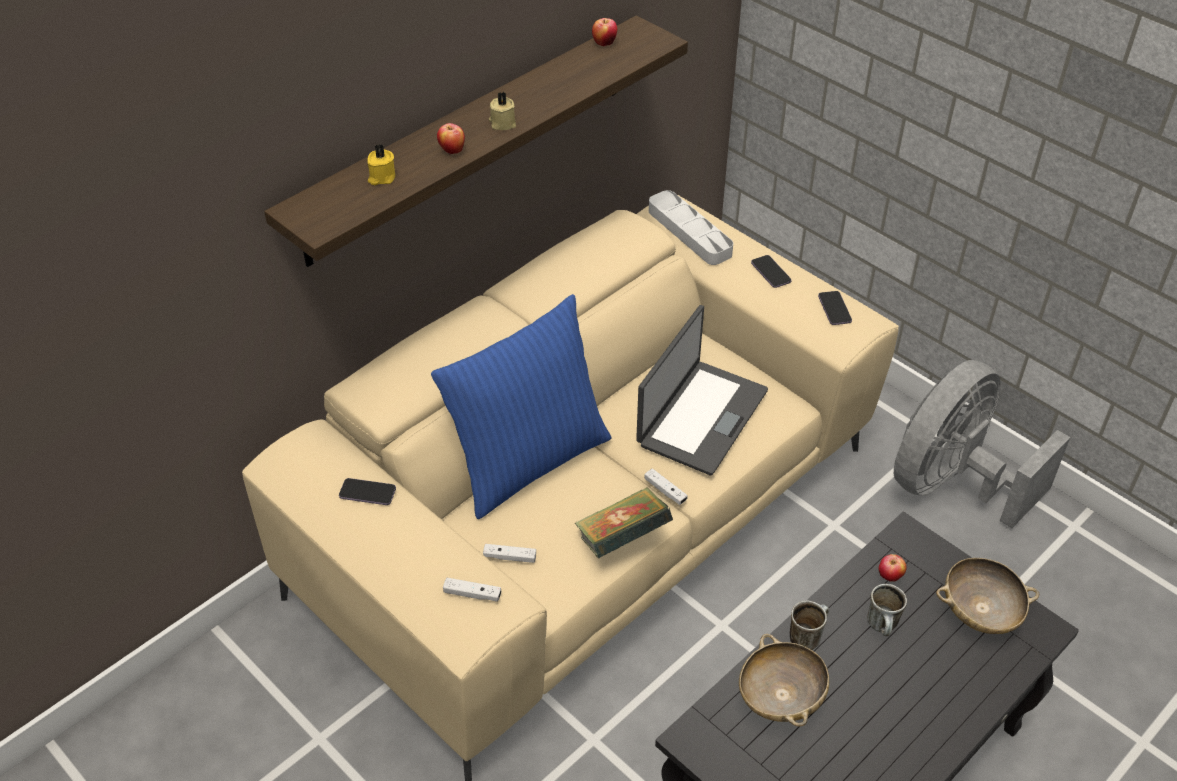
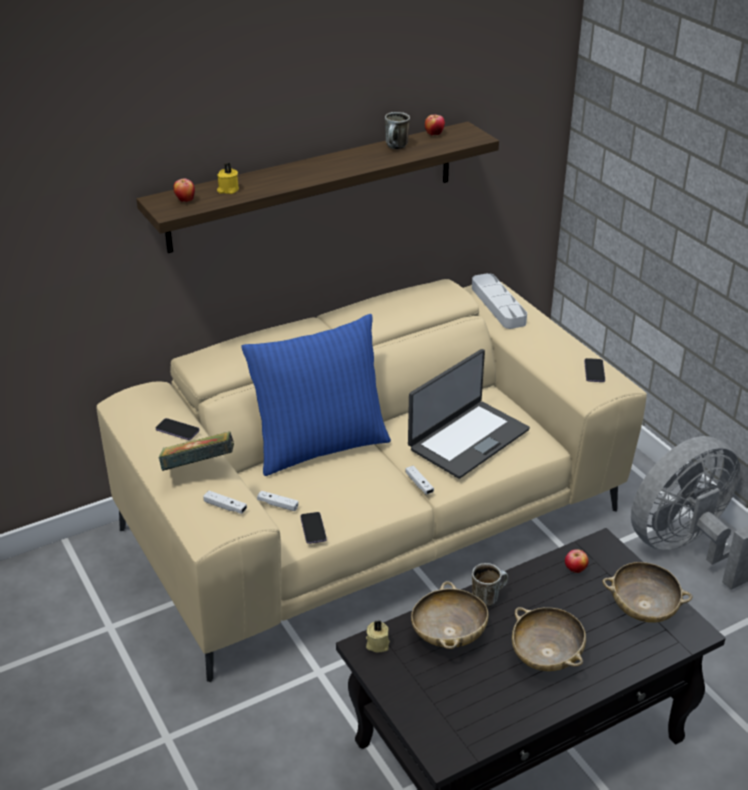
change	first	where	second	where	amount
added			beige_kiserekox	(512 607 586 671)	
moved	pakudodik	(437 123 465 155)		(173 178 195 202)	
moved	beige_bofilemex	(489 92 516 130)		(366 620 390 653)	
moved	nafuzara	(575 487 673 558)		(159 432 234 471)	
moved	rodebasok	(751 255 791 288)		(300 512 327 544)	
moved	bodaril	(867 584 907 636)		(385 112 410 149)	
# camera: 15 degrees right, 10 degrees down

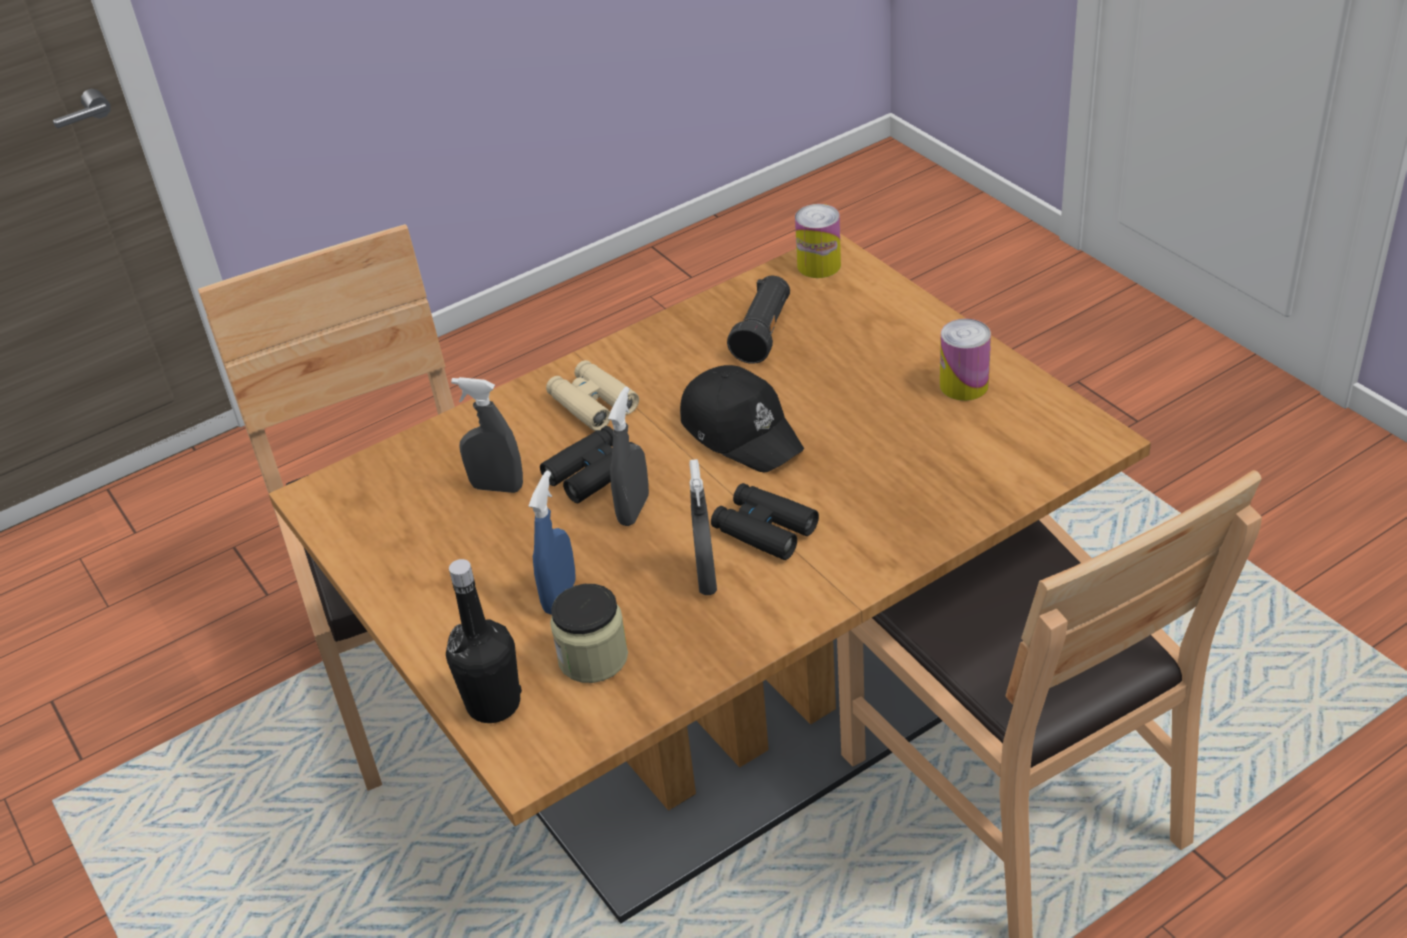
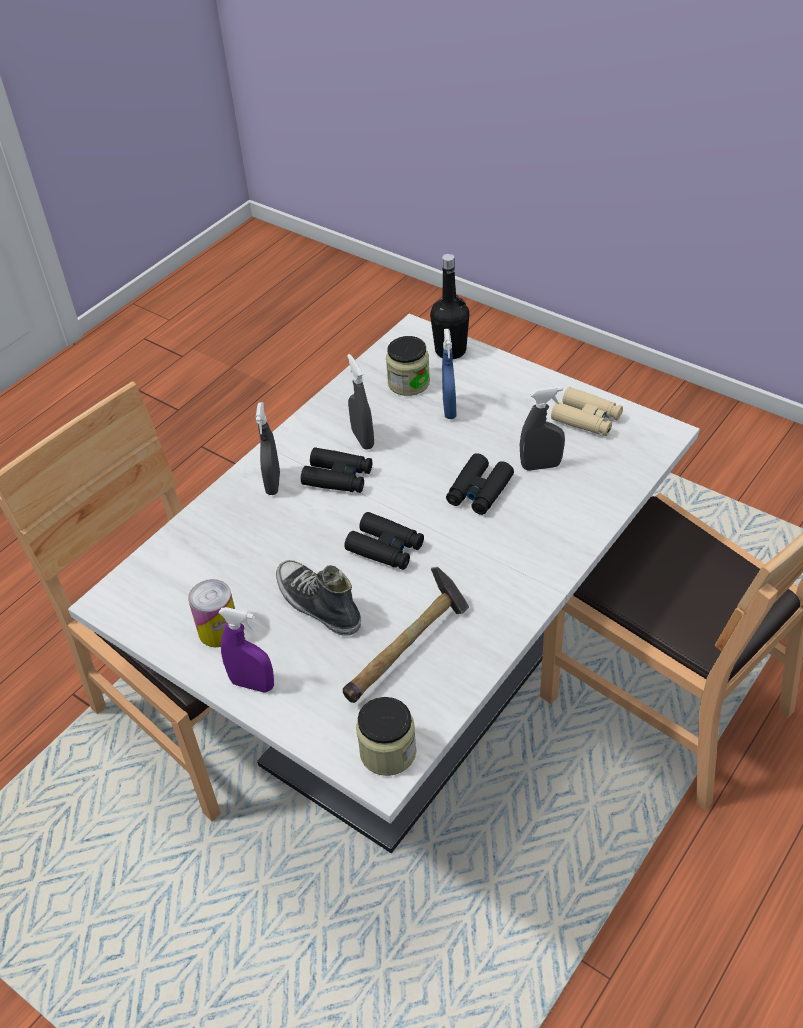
change	first	where	second	where	amount
added			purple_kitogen	(219 607 274 693)	
added			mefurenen	(276 560 361 636)	
moved	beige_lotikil	(546 360 639 431)		(551 387 623 436)	
moved	grey_kitogen	(608 387 649 526)		(256 402 280 495)	
replaced	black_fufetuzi	(680 365 804 472)	black_lotikil	(345 512 424 570)	
replaced	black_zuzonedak	(727 276 790 364)	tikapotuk	(343 567 469 703)	
replaced	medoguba	(795 204 841 278)	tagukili	(356 697 417 776)	
recoloured	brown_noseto	(269 233 1151 923)	white_noseto	(68 314 700 853)	
# camera: 160 degrees right, 5 degrees up

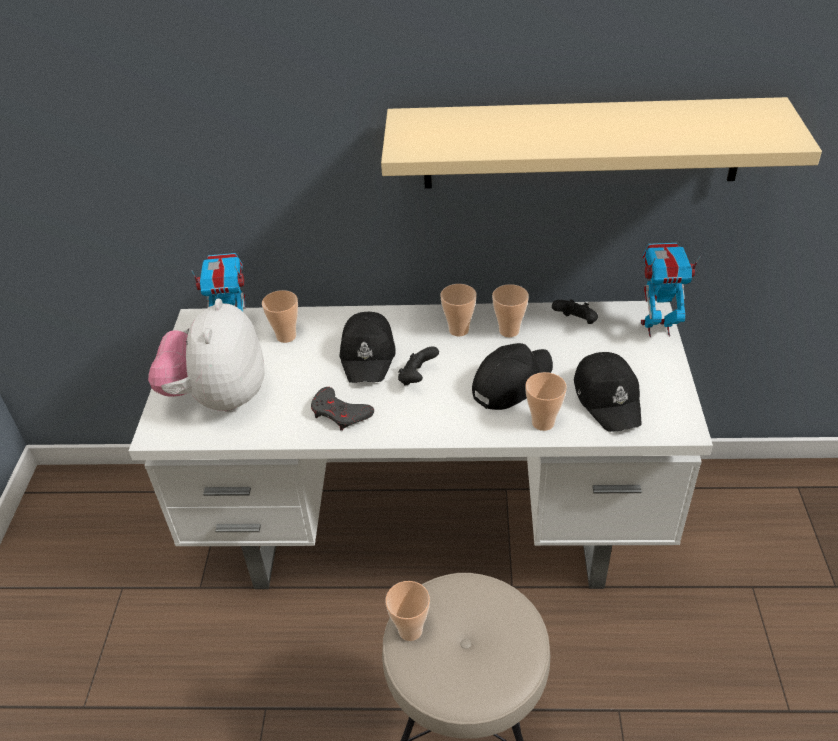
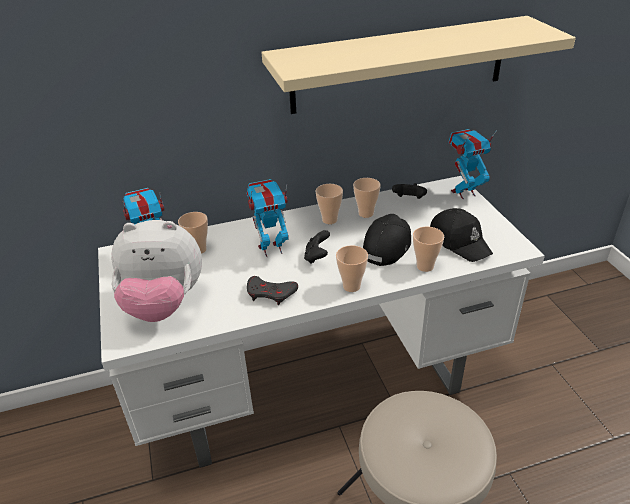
change	first	where	second	where	amount
moved	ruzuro	(386 581 430 641)		(336 245 368 292)	
replaced	black_fufetuzi	(340 312 396 383)	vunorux	(246 179 289 257)	
turned	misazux	(148 298 265 412)		(111 220 202 322)	75 degrees counterclockwise
# camera: 20 degrees left, 5 degrees down

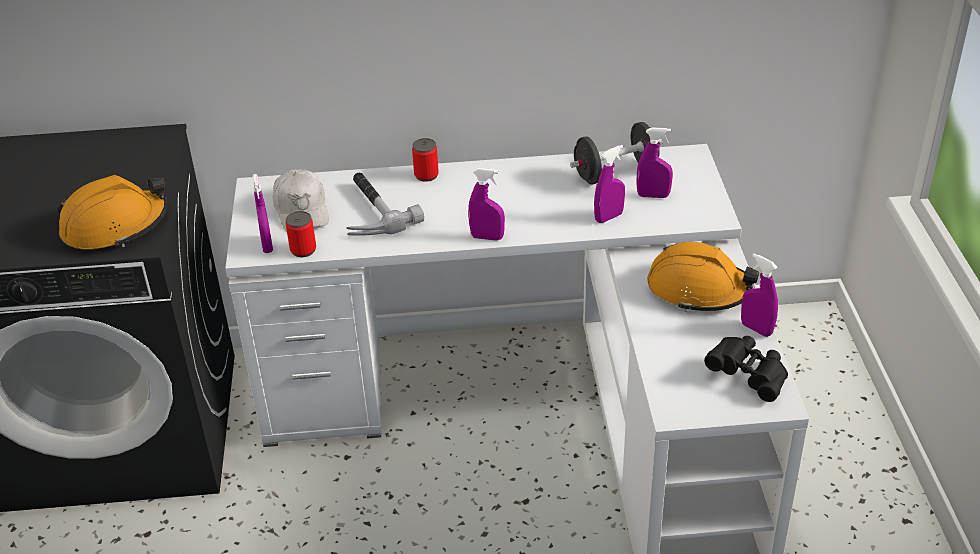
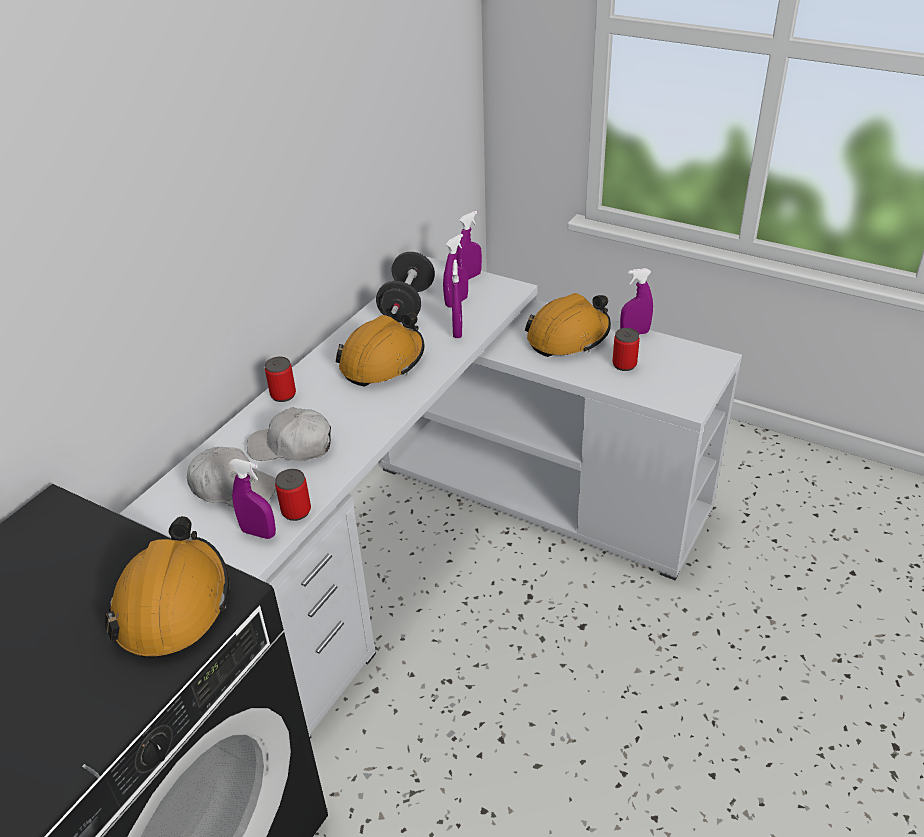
change	first	where	second	where	amount
removed	black_lotikil	(704 336 788 402)			
added			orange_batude	(336 313 425 386)	
added			medoguba	(612 328 640 371)	
moved	purple_kitogen	(468 168 505 241)		(457 211 482 280)	
replaced	tikapotuk	(347 173 424 236)	white_fufetuzi	(247 407 331 461)	
# camera: 55 degrees left, 0 degrees up

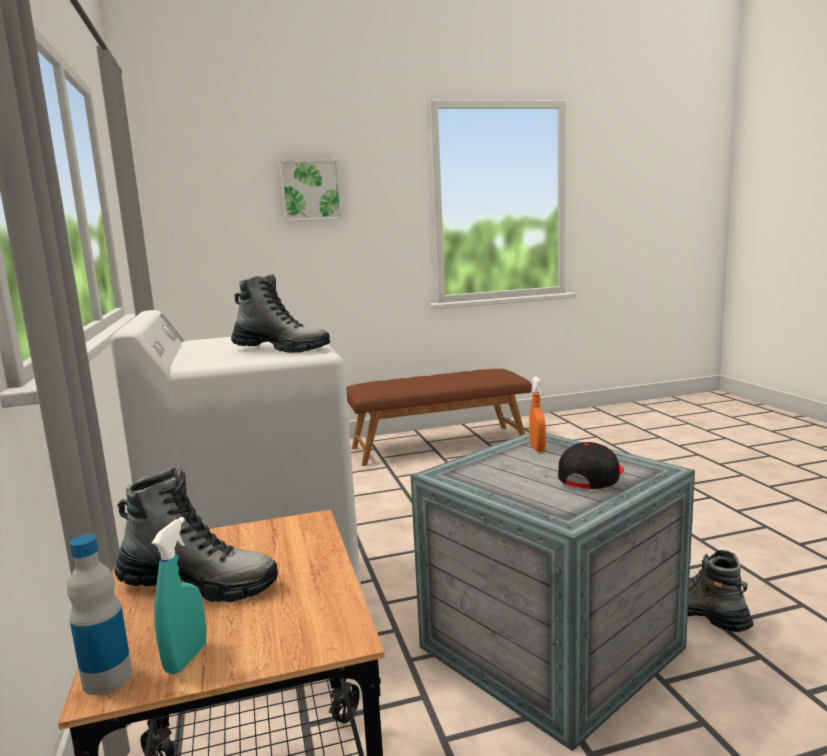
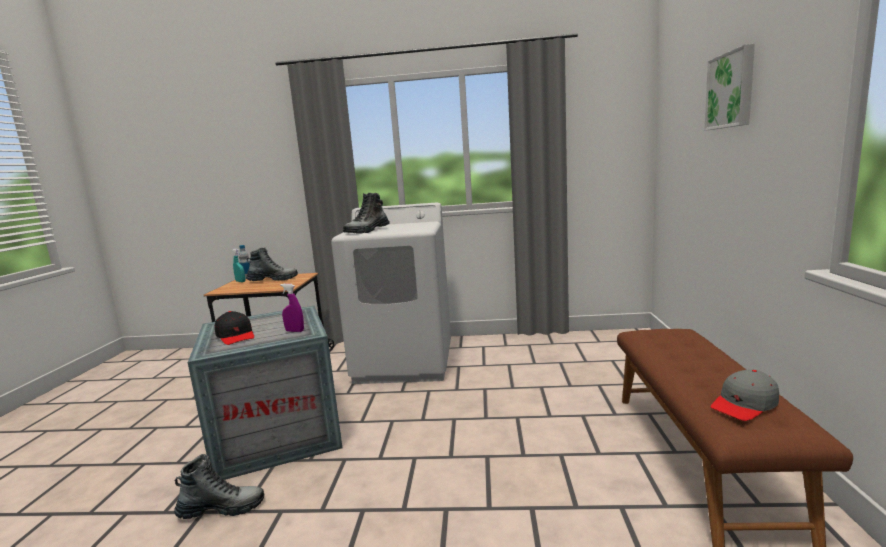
change	first	where	second	where	amount
added			grey_fufetuzi	(711 370 779 421)	
recoloured	orange_kitogen	(529 377 546 452)	purple_kitogen	(280 284 304 332)	
turned	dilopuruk	(115 466 278 602)		(246 247 298 281)	135 degrees counterclockwise
# camera: 110 degrees right, 0 degrees up

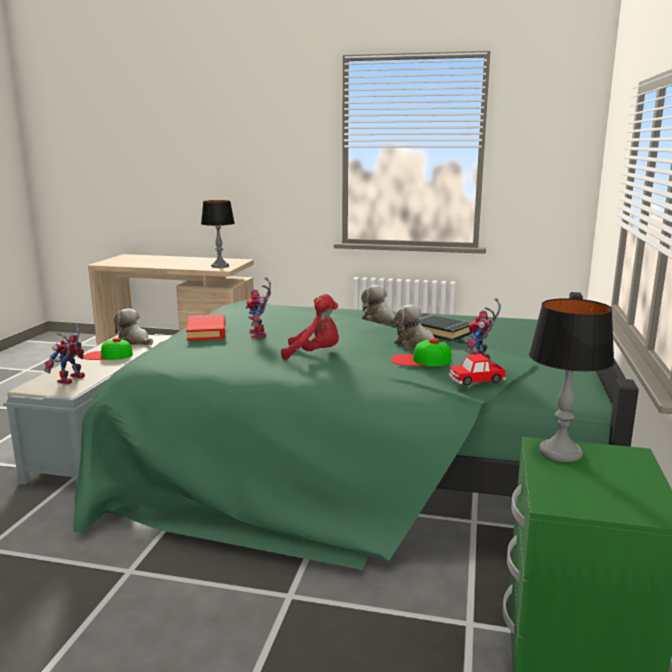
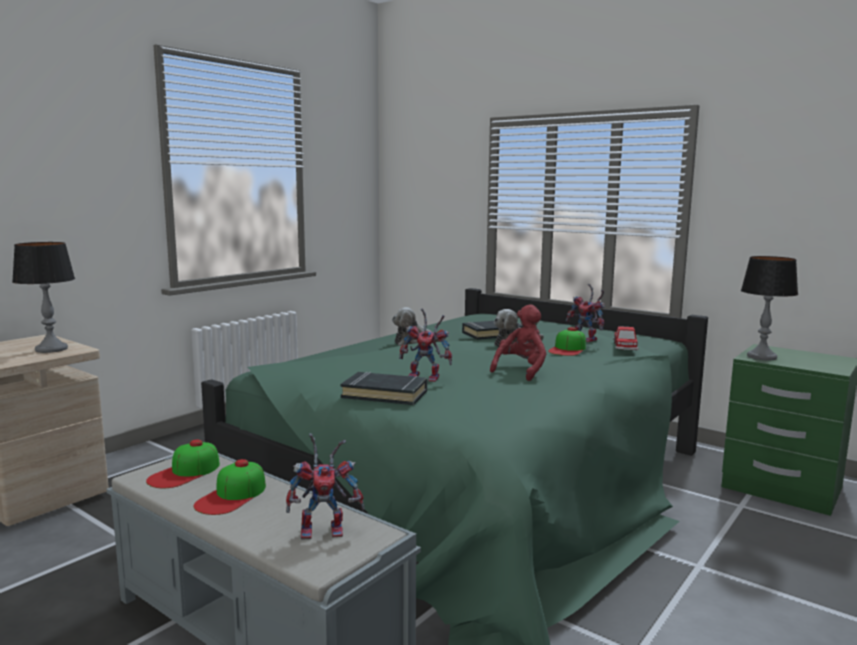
change	first	where	second	where	amount
replaced	misazux	(114 308 153 345)	fufetuzi	(146 440 220 488)	
recoloured	red_nafuzara	(186 314 226 341)	black_nafuzara	(341 372 427 405)	
turned	vunorux	(44 324 85 384)		(286 433 365 540)	60 degrees counterclockwise
# camera: 65 degrees left, 5 degrees down

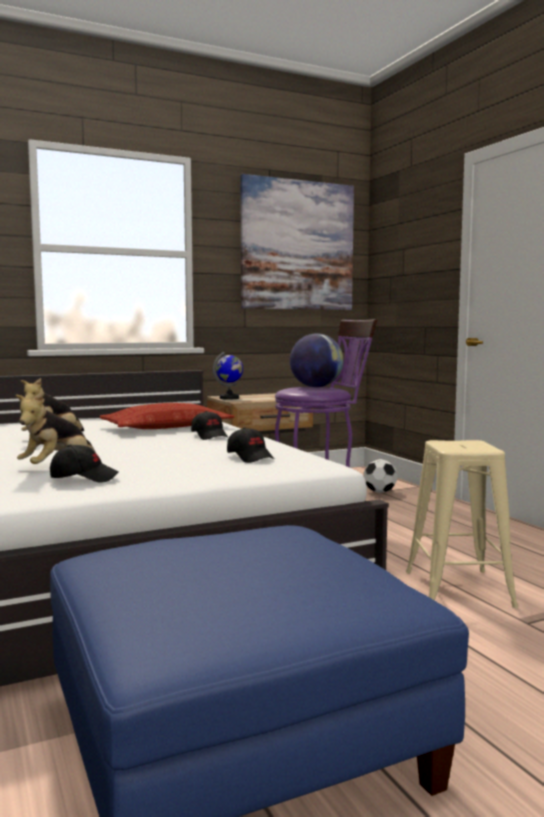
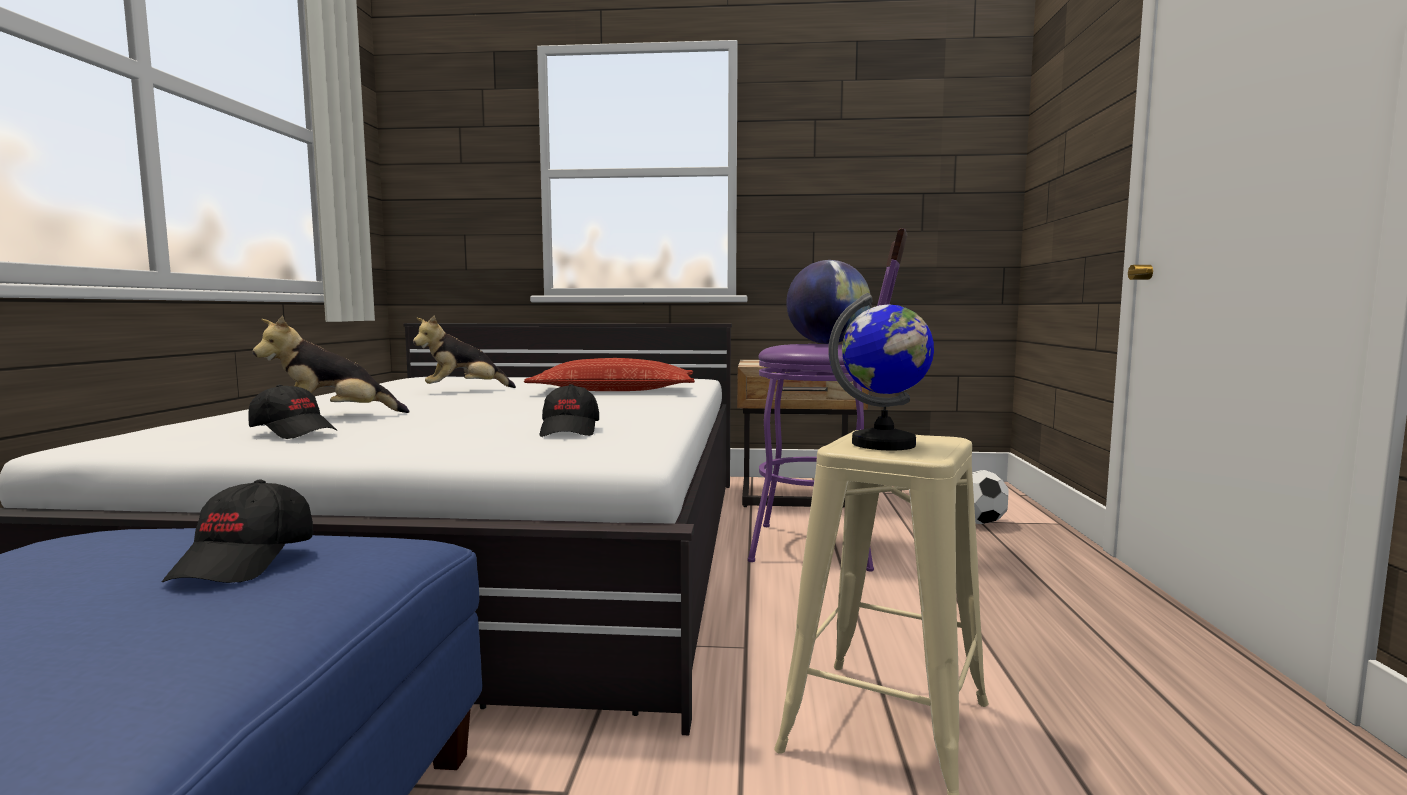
change	first	where	second	where	amount
removed	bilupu	(240 174 354 310)			
moved	black_fufetuzi	(191 411 228 440)		(162 480 313 583)	
moved	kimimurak	(213 352 243 400)		(828 293 934 450)	
# camera: 30 degrees right, 0 degrees up

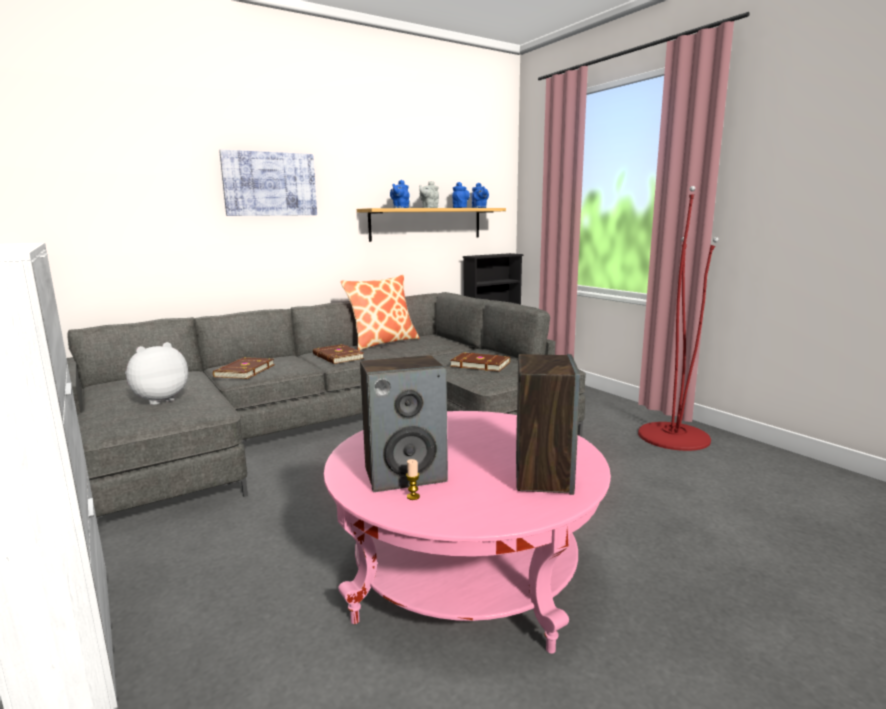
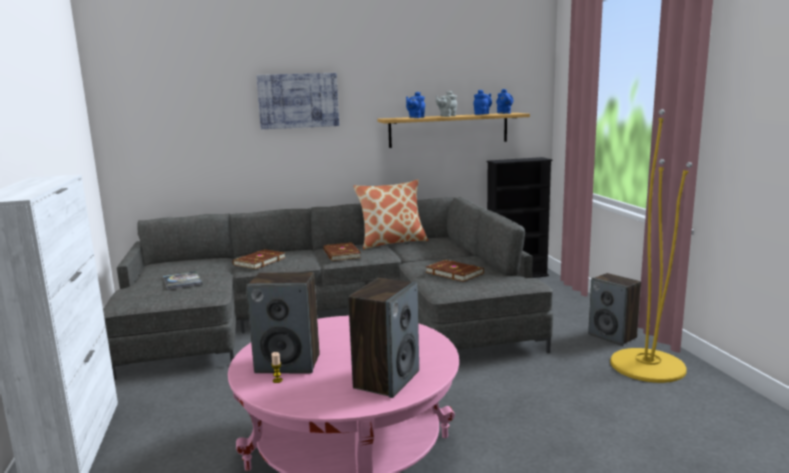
change	first	where	second	where	amount
added			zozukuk	(588 273 641 346)	
replaced	misazux	(125 342 188 405)	nafuzara	(163 271 203 290)	
recoloured	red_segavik	(638 186 719 451)	yellow_segavik	(610 109 692 383)	
# camera: 20 degrees right, 0 degrees up

